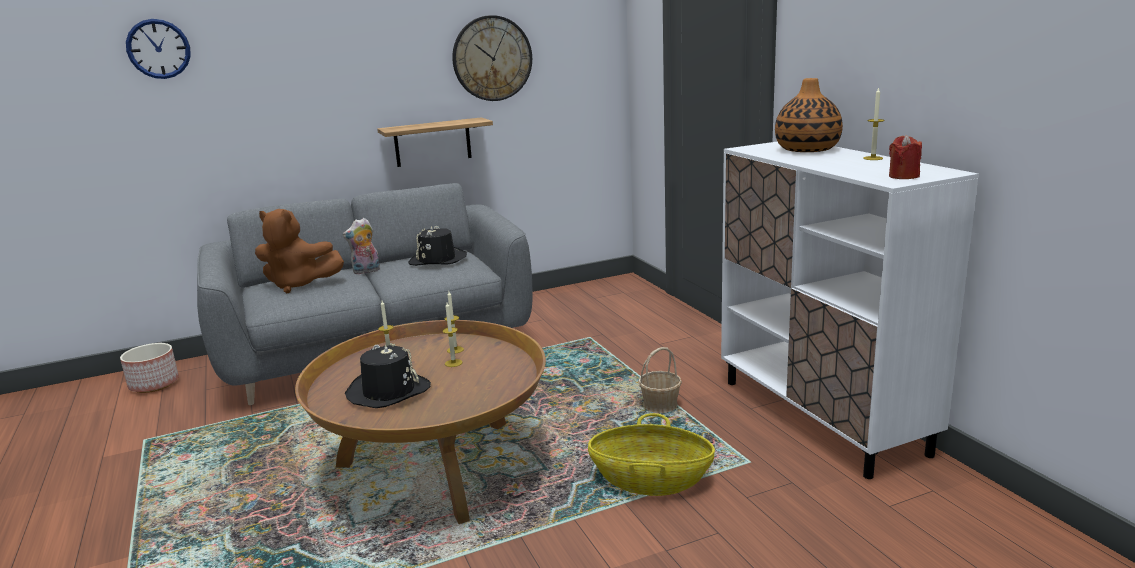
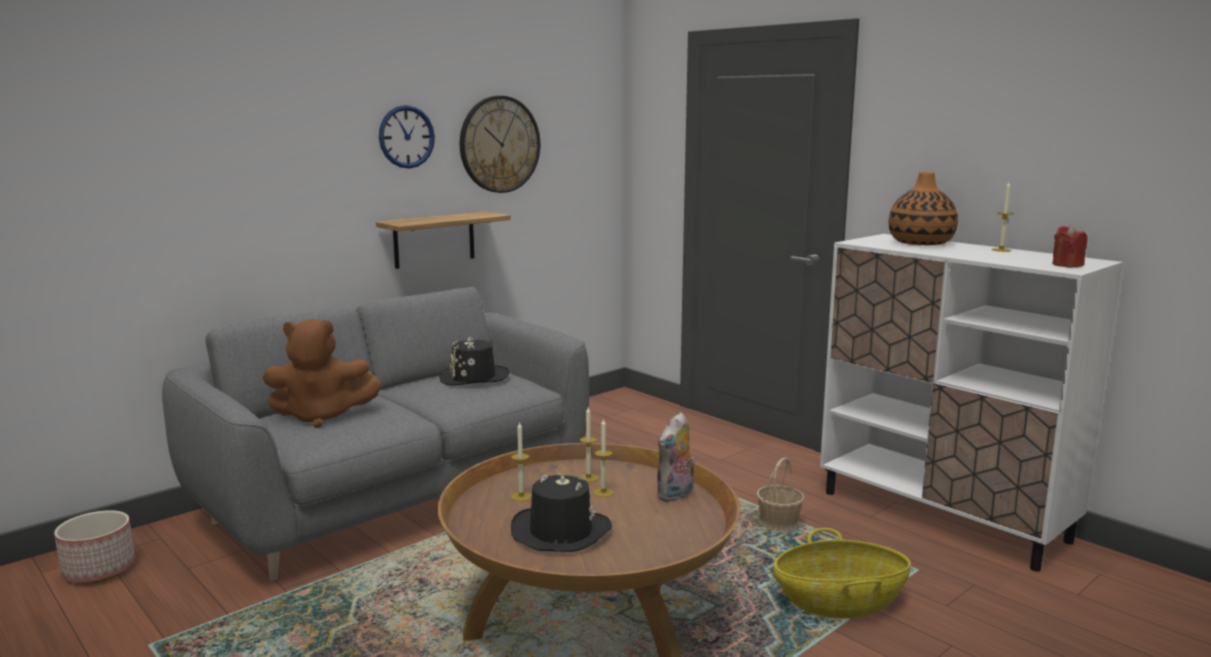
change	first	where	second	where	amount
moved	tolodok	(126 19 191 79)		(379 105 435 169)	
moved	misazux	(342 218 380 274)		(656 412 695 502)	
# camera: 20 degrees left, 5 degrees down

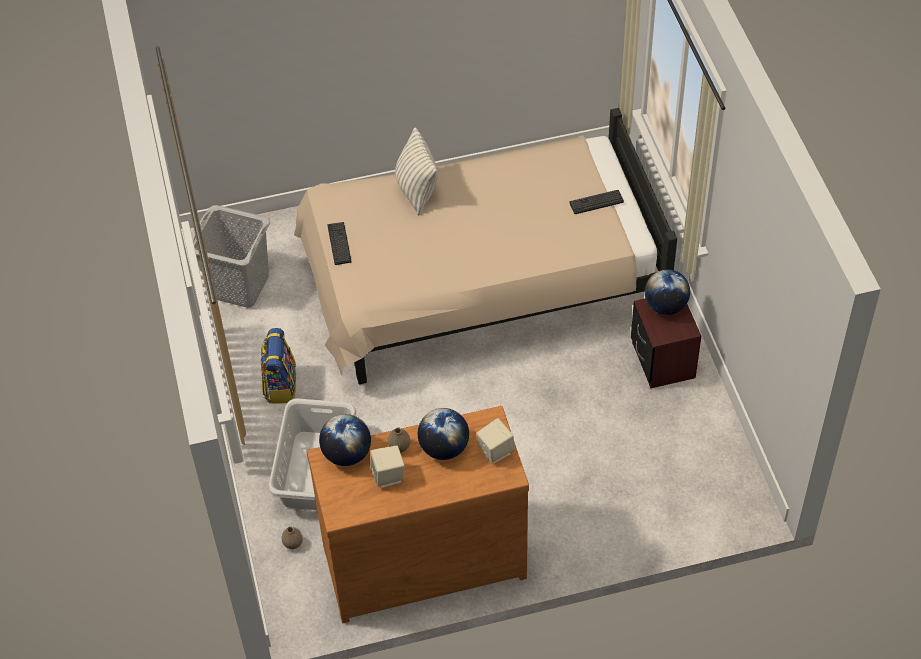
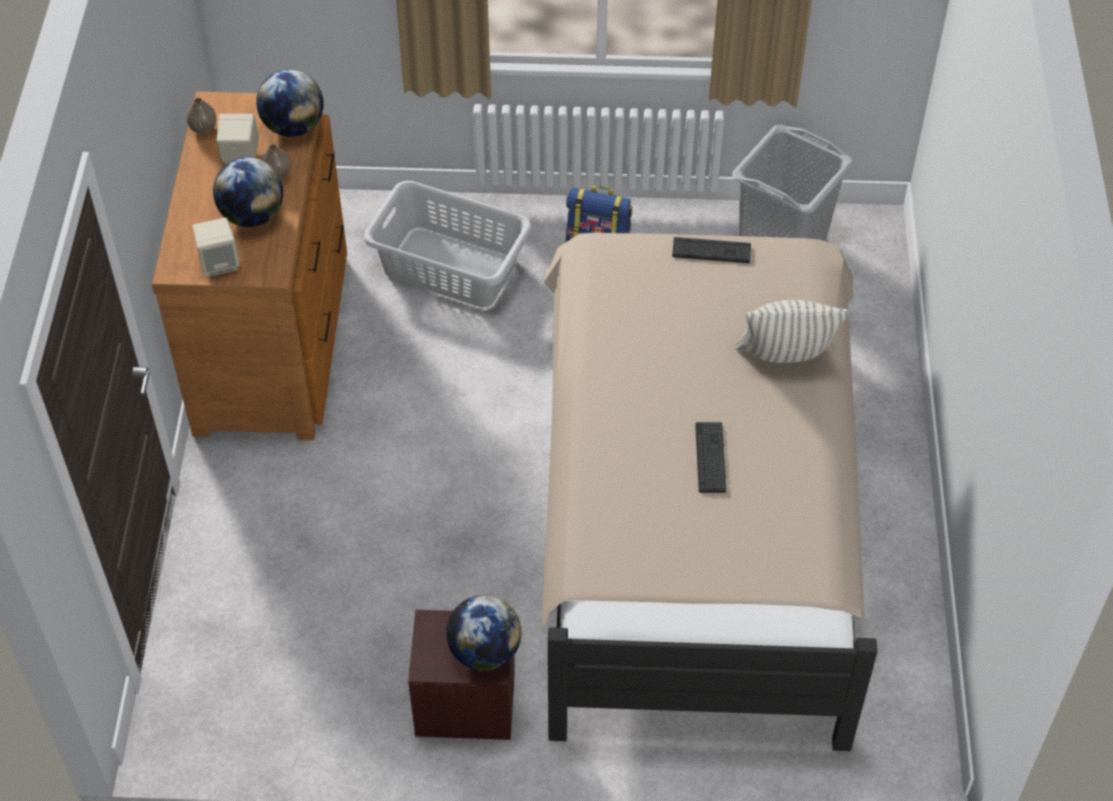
change	first	where	second	where	amount
moved	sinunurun	(282 527 303 549)		(186 97 216 134)	
moved	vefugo	(569 190 624 214)		(695 422 726 493)	
# camera: 105 degrees right, 0 degrees up

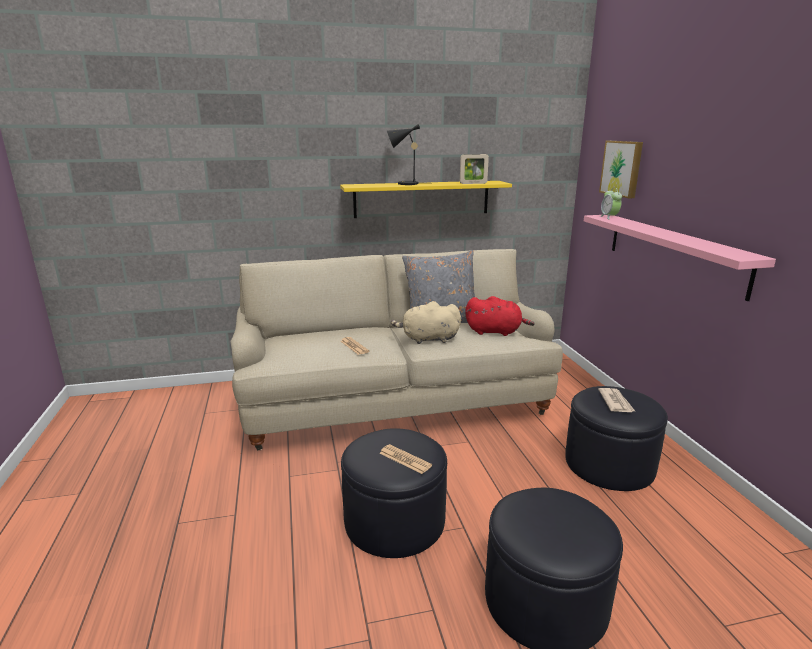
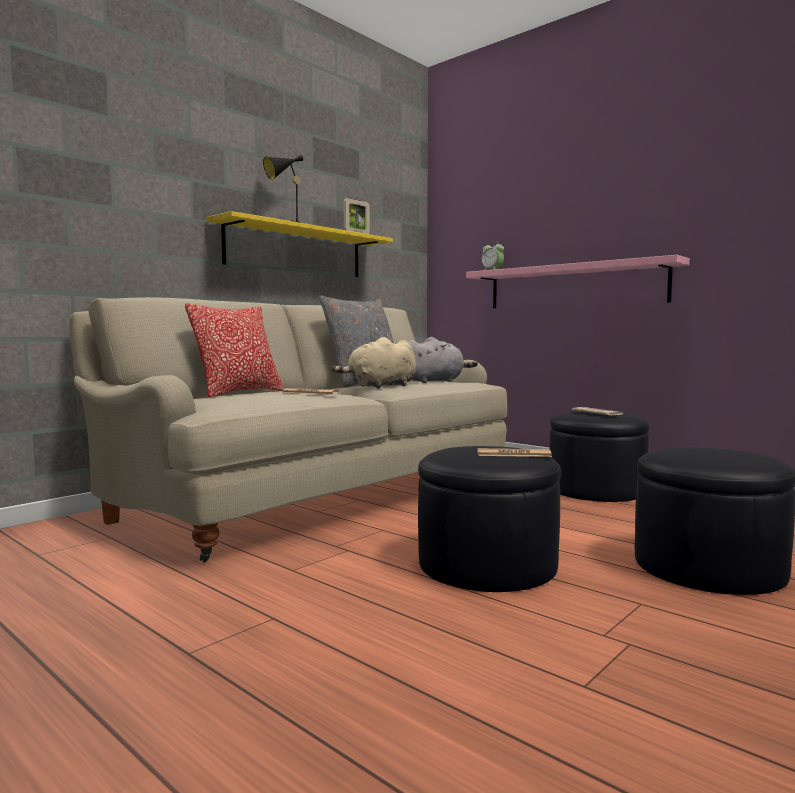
change	first	where	second	where	amount
removed	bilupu	(599 141 643 198)			
added			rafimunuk	(185 303 284 398)	
recoloured	red_misazux	(465 296 535 336)	grey_misazux	(408 337 478 383)	
# camera: 35 degrees left, 15 degrees down

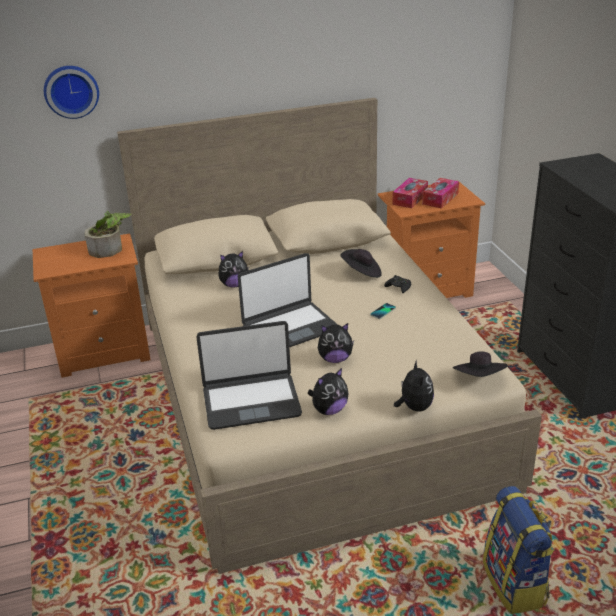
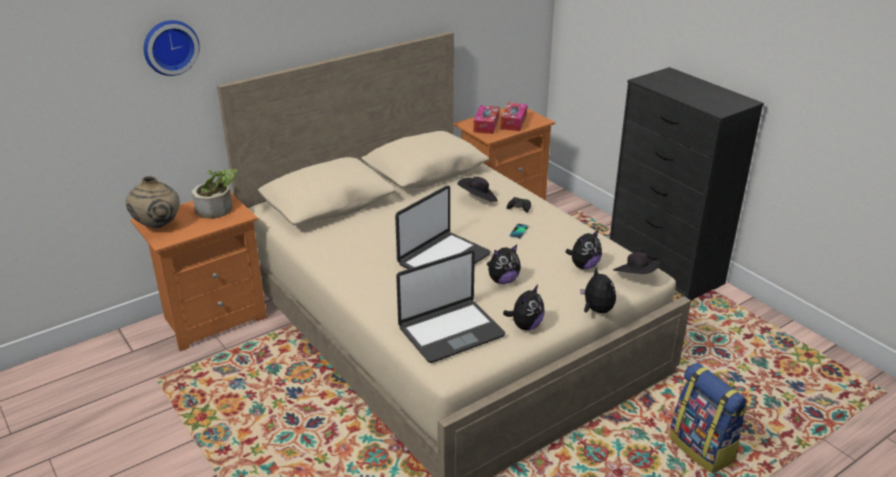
change	first	where	second	where	amount
added			beige_sinunurun	(126 176 180 228)	
moved	misazux	(218 251 249 288)		(565 229 602 270)	
# camera: 20 degrees left, 0 degrees up

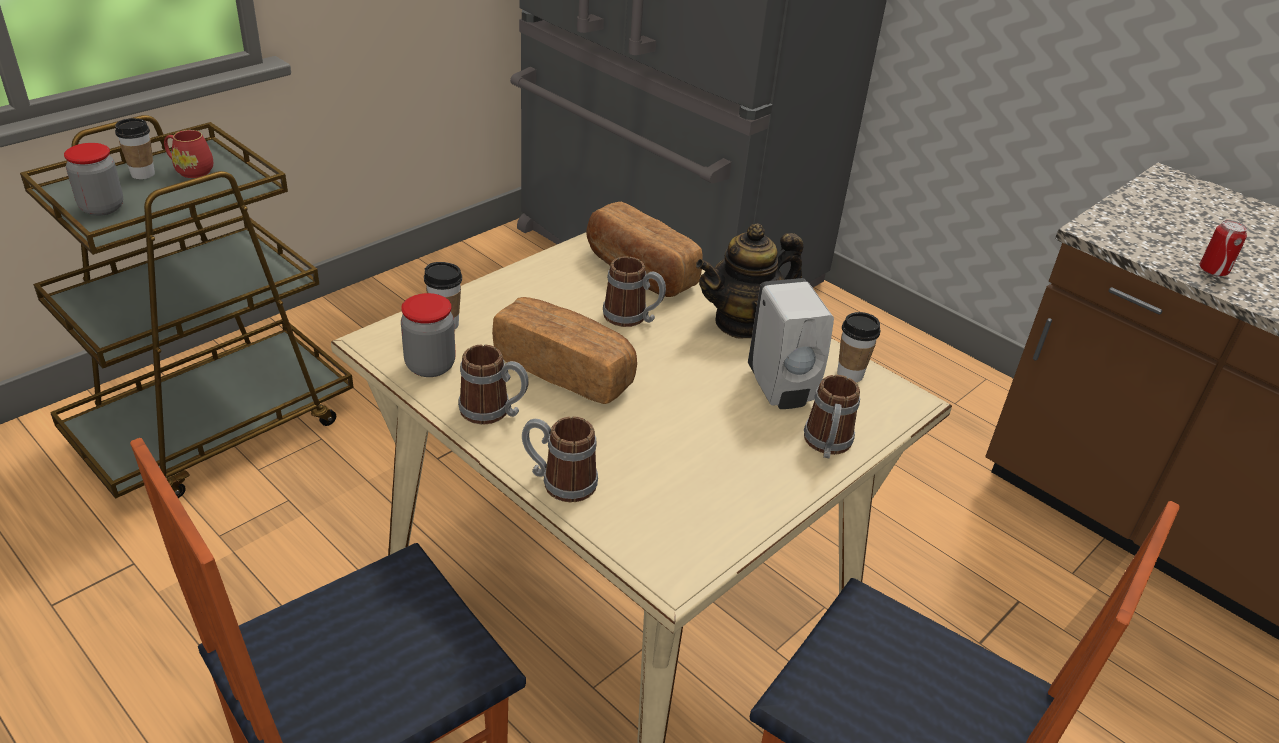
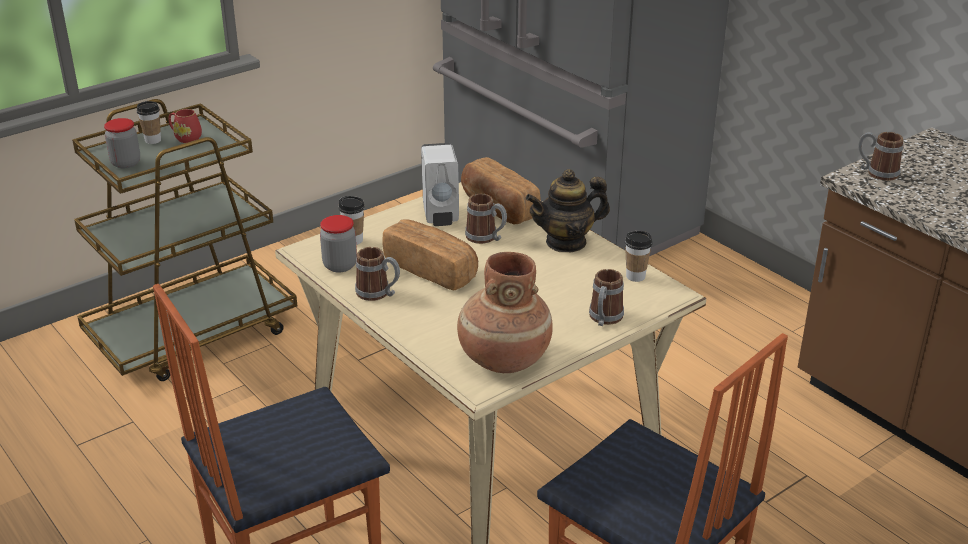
change	first	where	second	where	amount
removed	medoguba	(1200 220 1247 276)			
added			brown_sinunurun	(457 252 553 373)	
moved	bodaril	(522 416 598 502)		(858 132 904 181)	
moved	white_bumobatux	(748 278 834 409)		(421 143 459 226)	
# camera: 10 degrees right, 5 degrees down

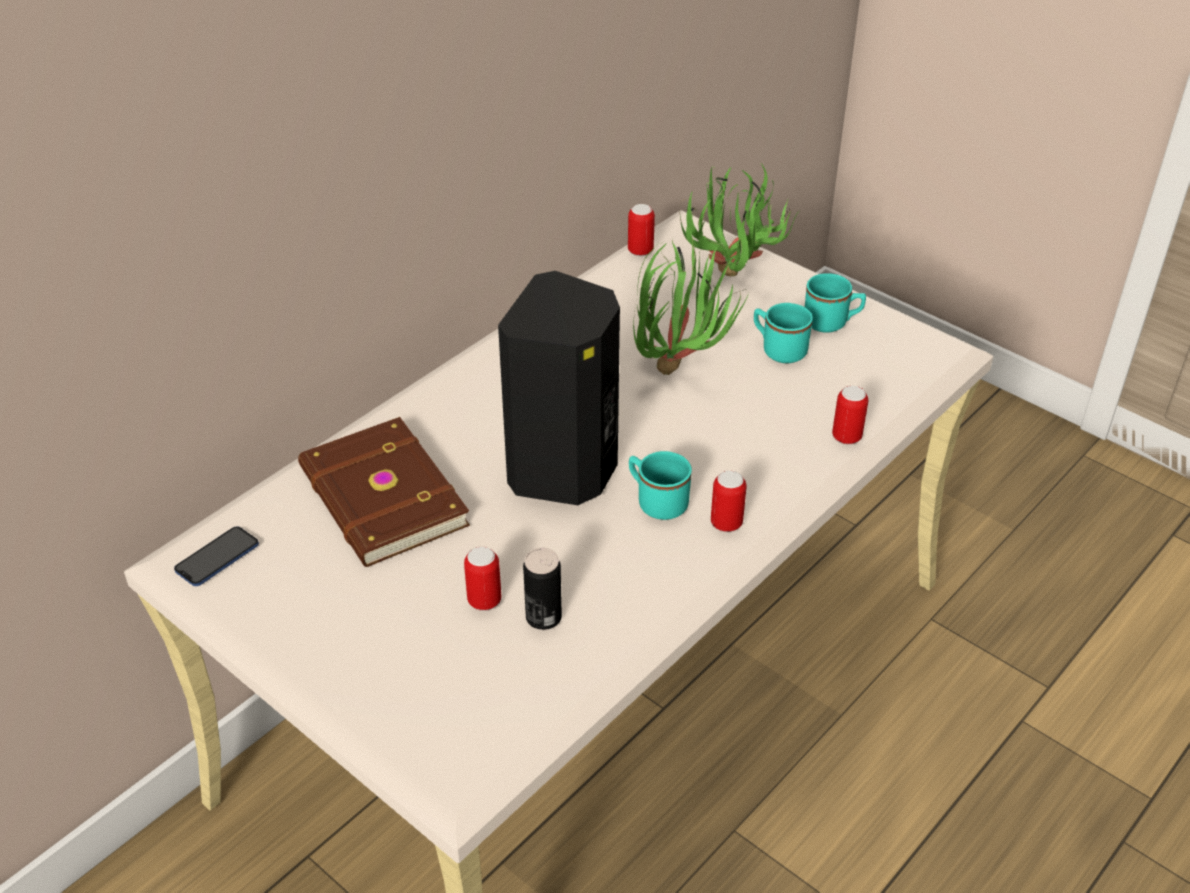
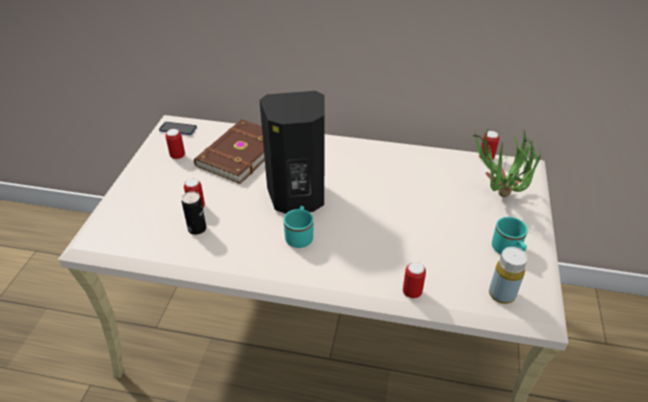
change	first	where	second	where	amount
removed	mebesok	(633 237 749 375)			
removed	turquoise_bodaril	(754 303 813 363)			
added			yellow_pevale	(489 247 528 304)	
moved	medoguba	(711 471 747 532)		(166 129 185 159)	
# camera: 60 degrees right, 0 degrees up

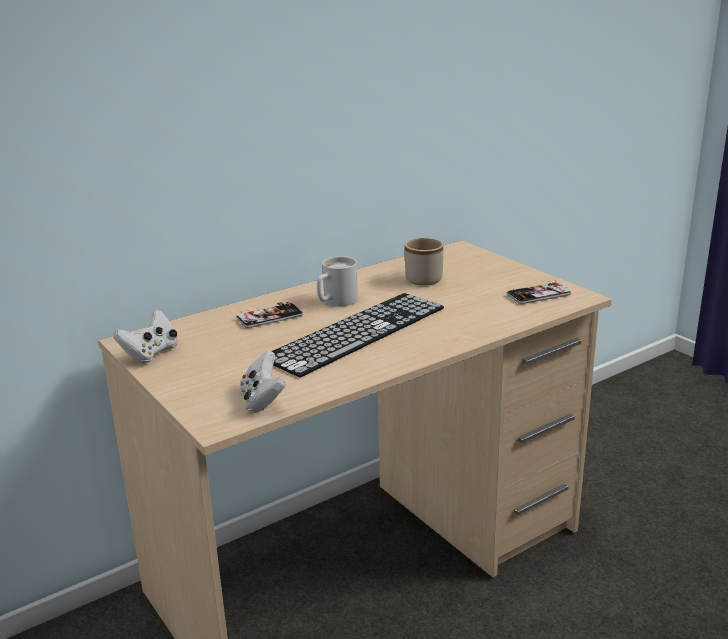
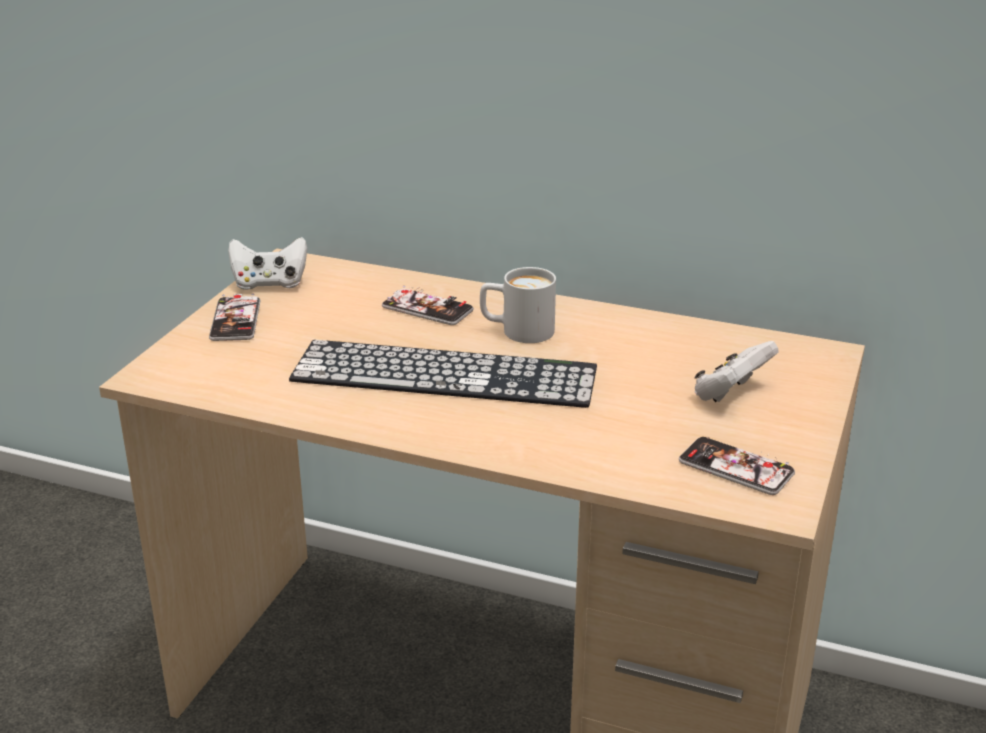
change	first	where	second	where	amount
removed	beige_bodaril	(405 238 443 285)			
added			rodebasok	(209 294 261 341)	
moved	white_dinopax	(240 350 286 413)		(695 341 779 403)	
# camera: 55 degrees right, 5 degrees up

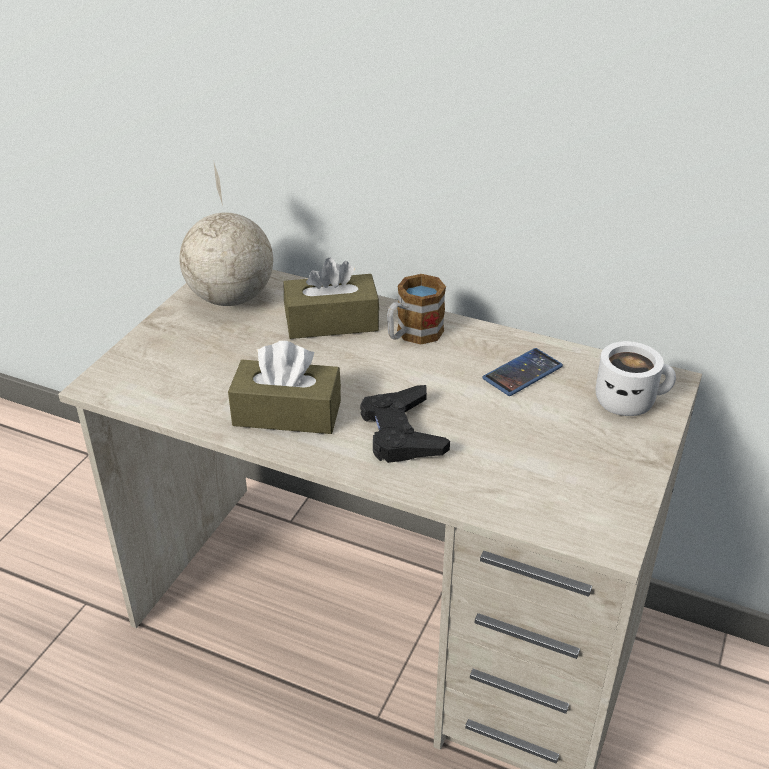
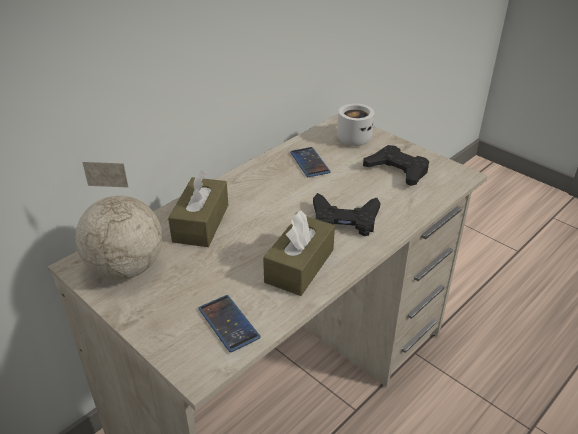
change	first	where	second	where	amount
removed	bodaril	(387 274 446 345)			
added			rodebasok	(198 295 261 352)	
added			black_dinopax	(363 145 429 186)	
# camera: 70 degrees left, 0 degrees up

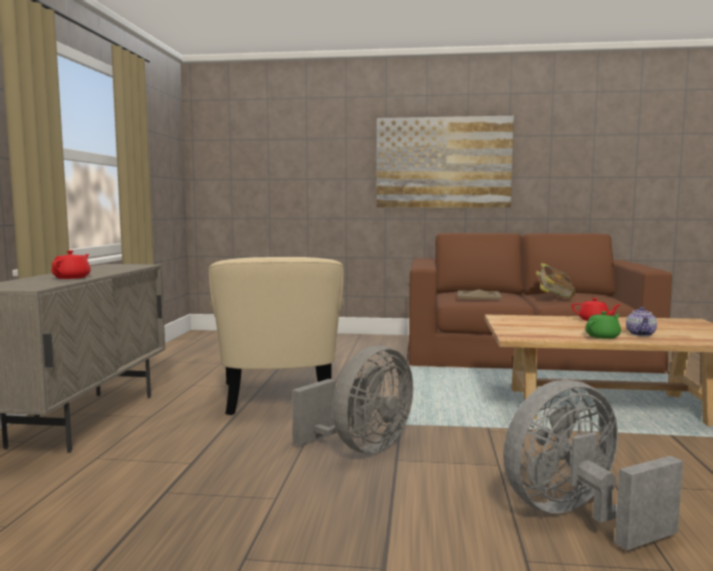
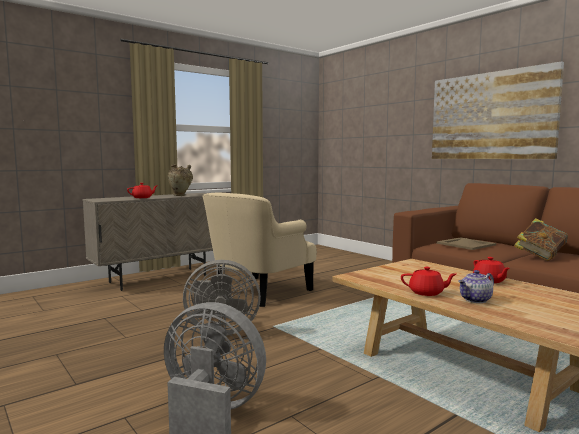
change	first	where	second	where	amount
added			beige_sinunurun	(168 164 193 196)	
recoloured	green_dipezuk	(585 311 621 339)	red_dipezuk	(401 267 456 296)	
# camera: 45 degrees right, 0 degrees up

